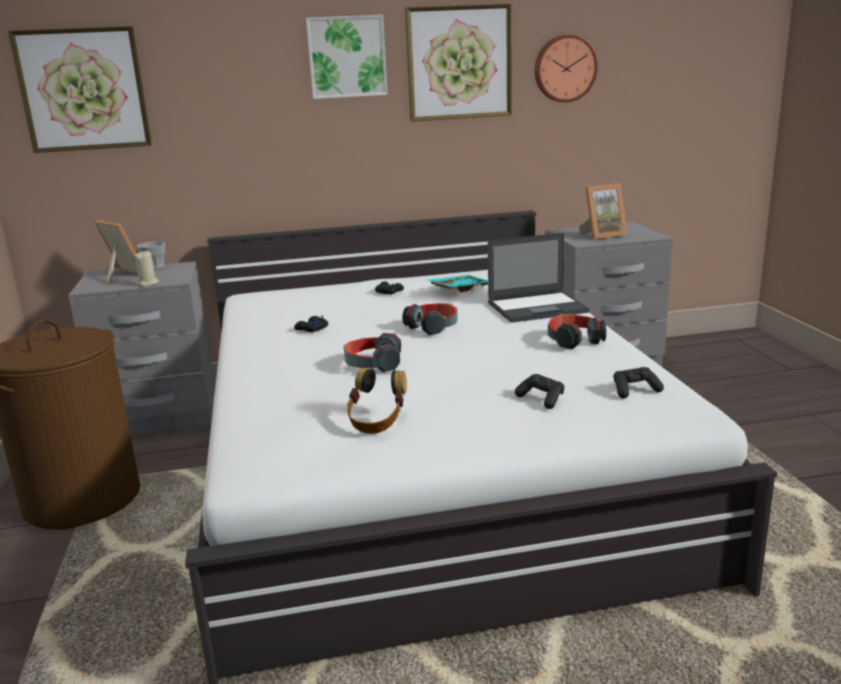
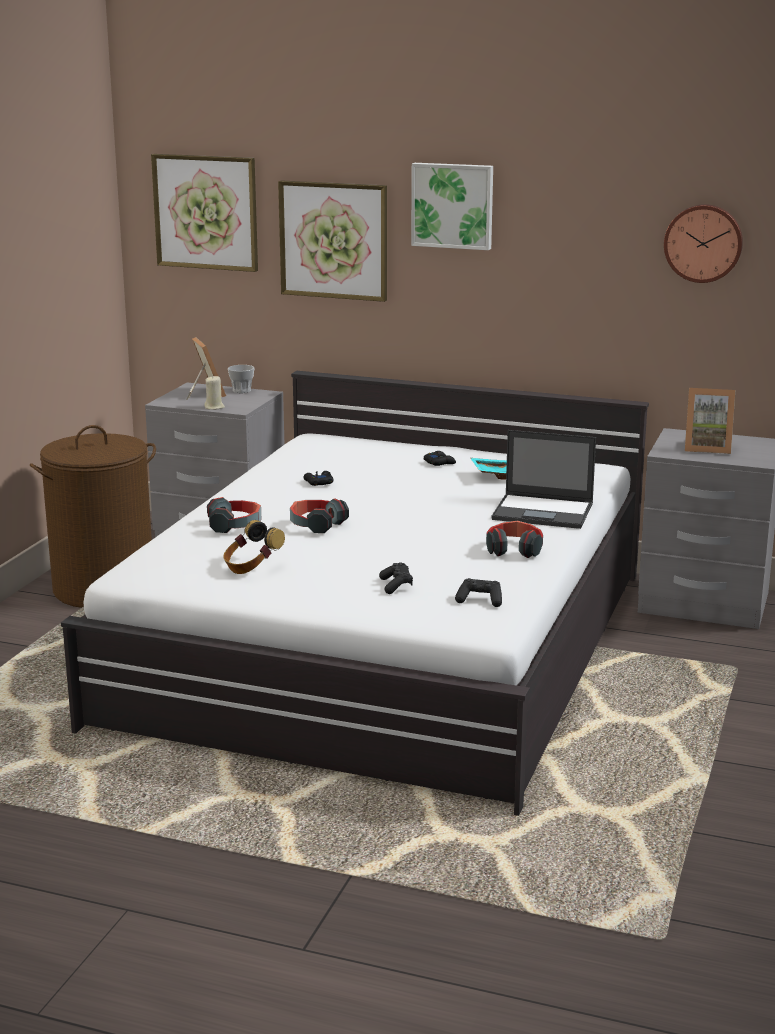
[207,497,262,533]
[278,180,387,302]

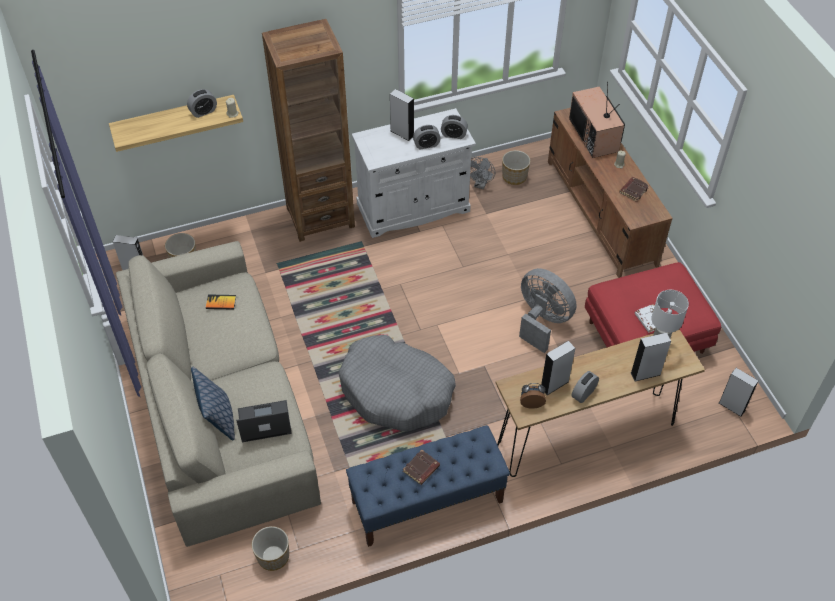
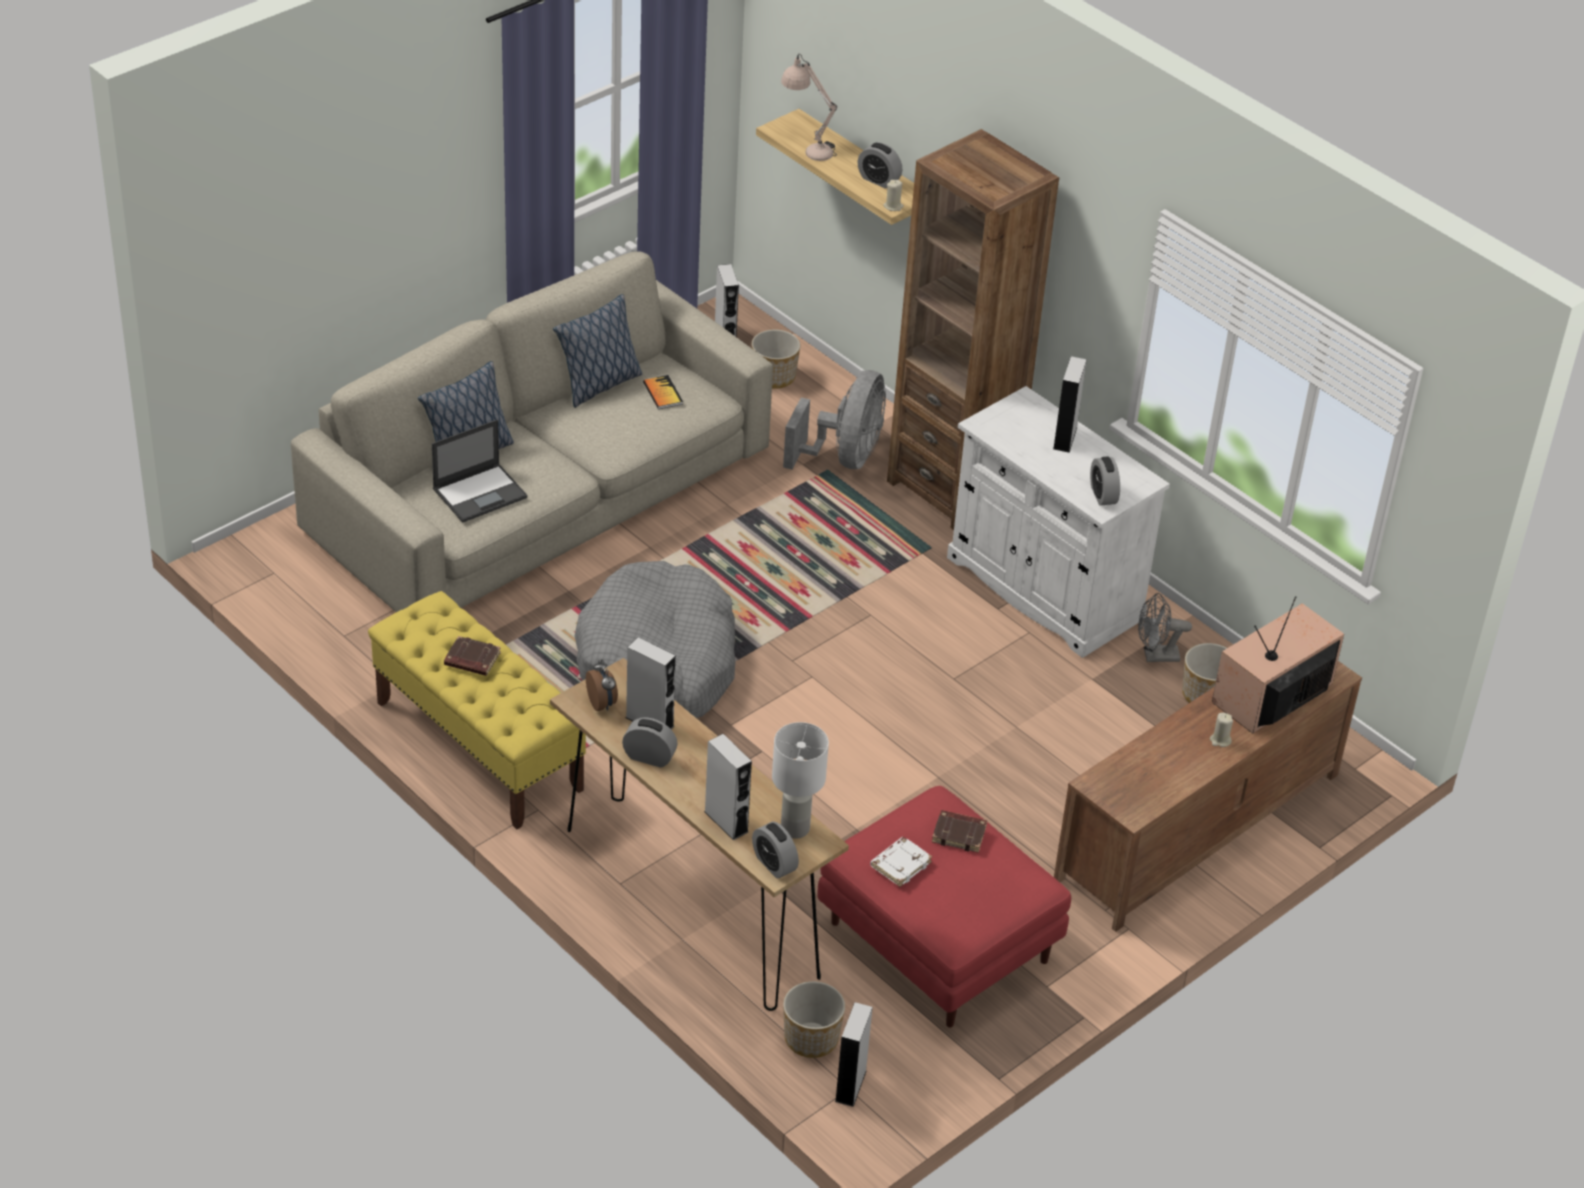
[553,294,642,408]
[781,54,837,161]
[783,981,845,1058]
[752,822,799,879]
[783,370,886,470]
[932,810,987,853]
[368,591,586,829]
[432,419,528,523]

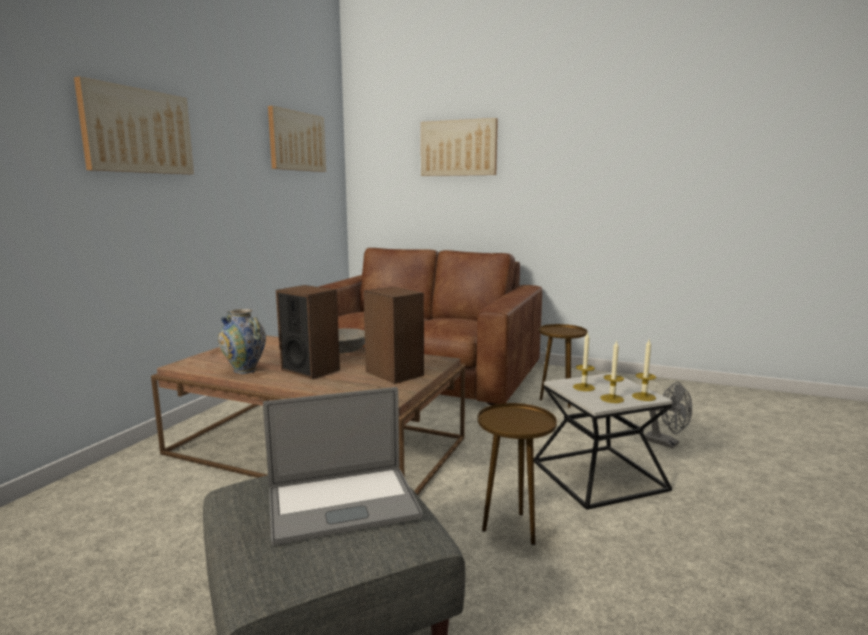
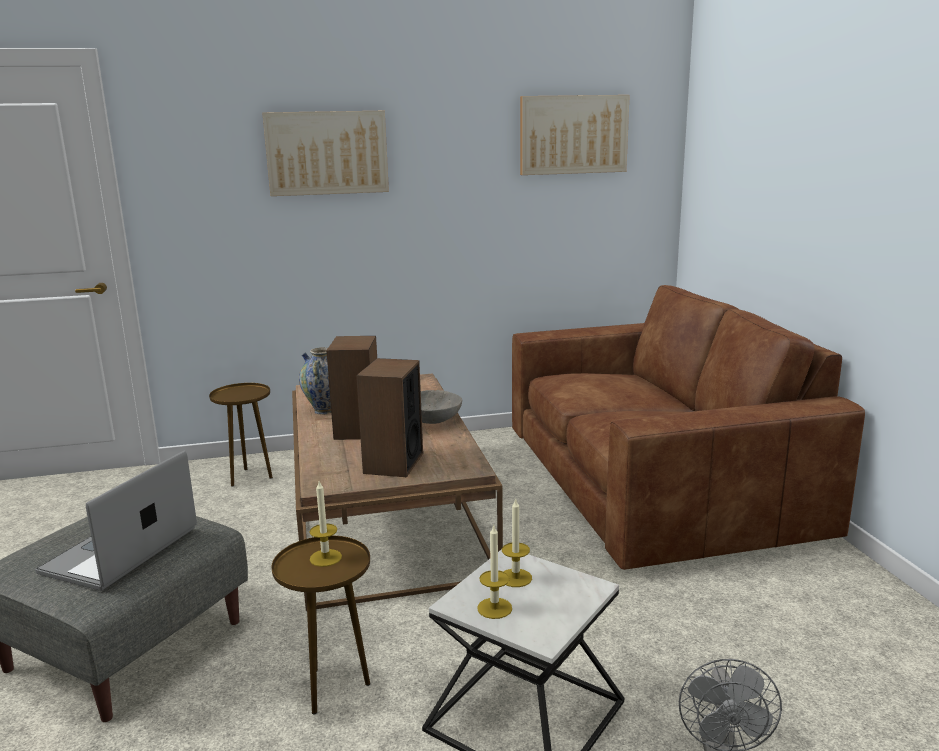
[421,118,498,176] (first image)
[209,383,273,487]
[310,481,342,567]
[35,451,197,591]

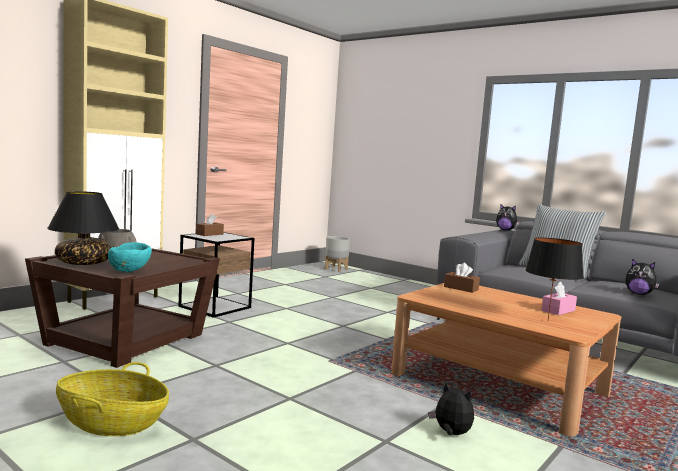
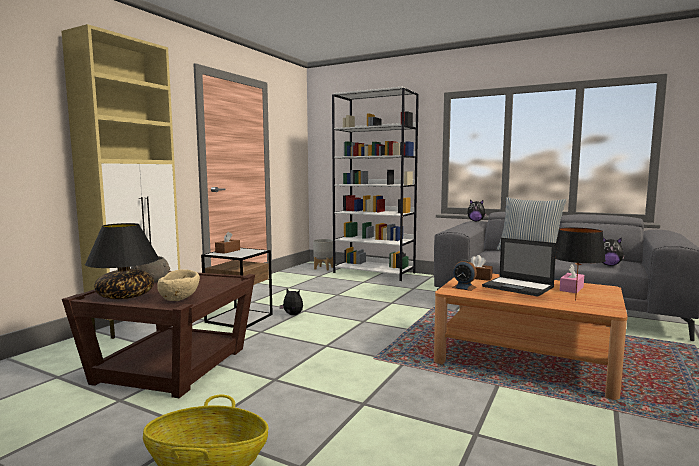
[332,87,419,281]
[452,260,477,291]
[482,238,556,297]
[279,289,303,315]
[157,269,200,301]

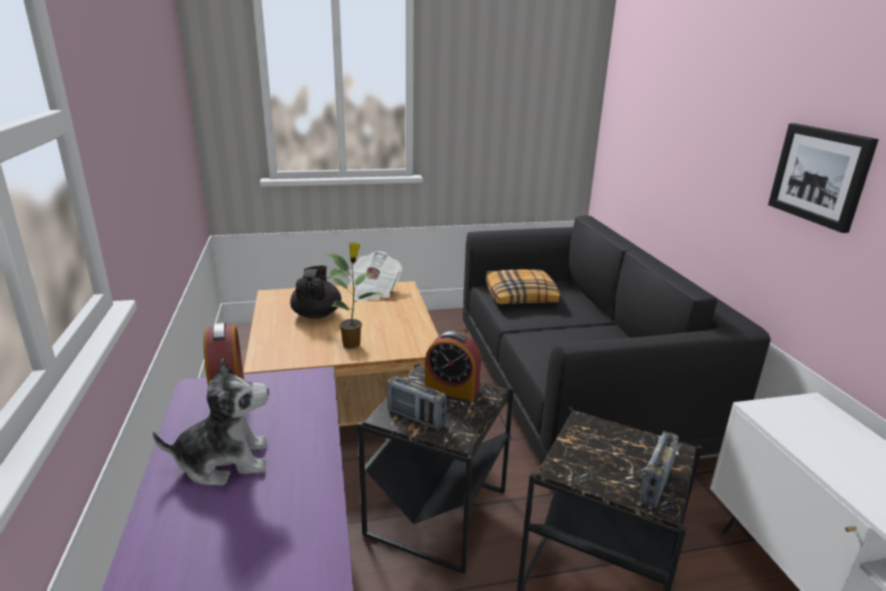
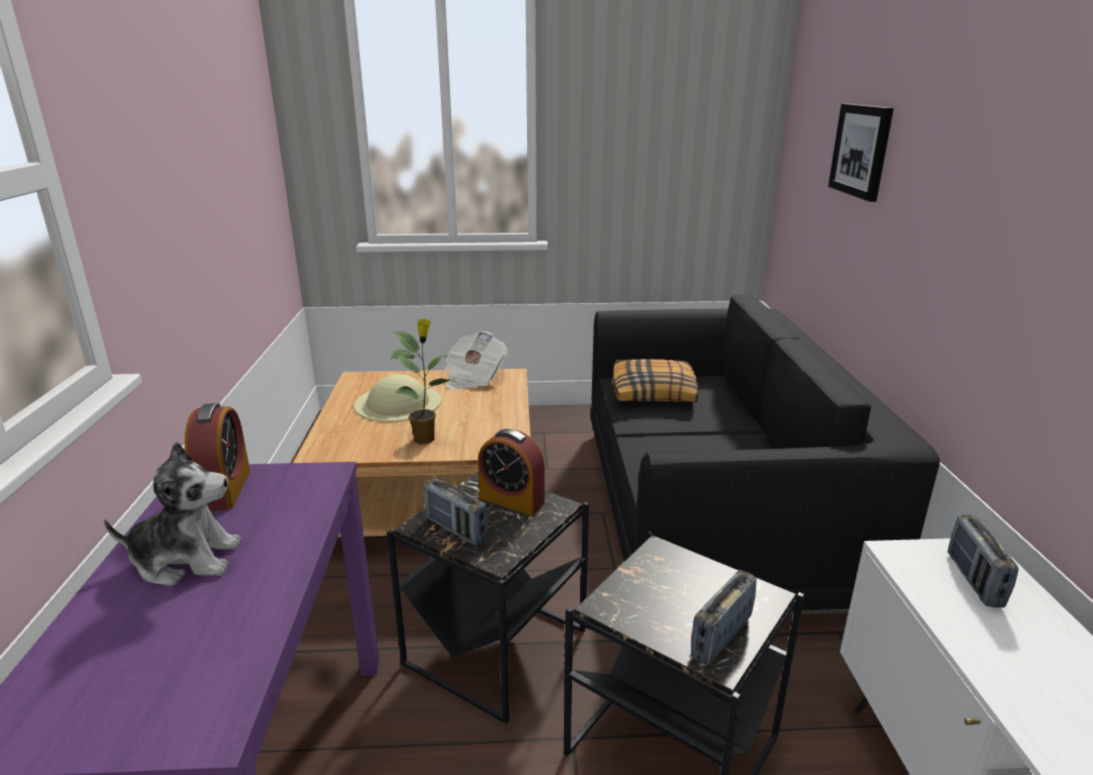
[948,515,1019,608]
[828,104,894,202]
[354,374,442,422]

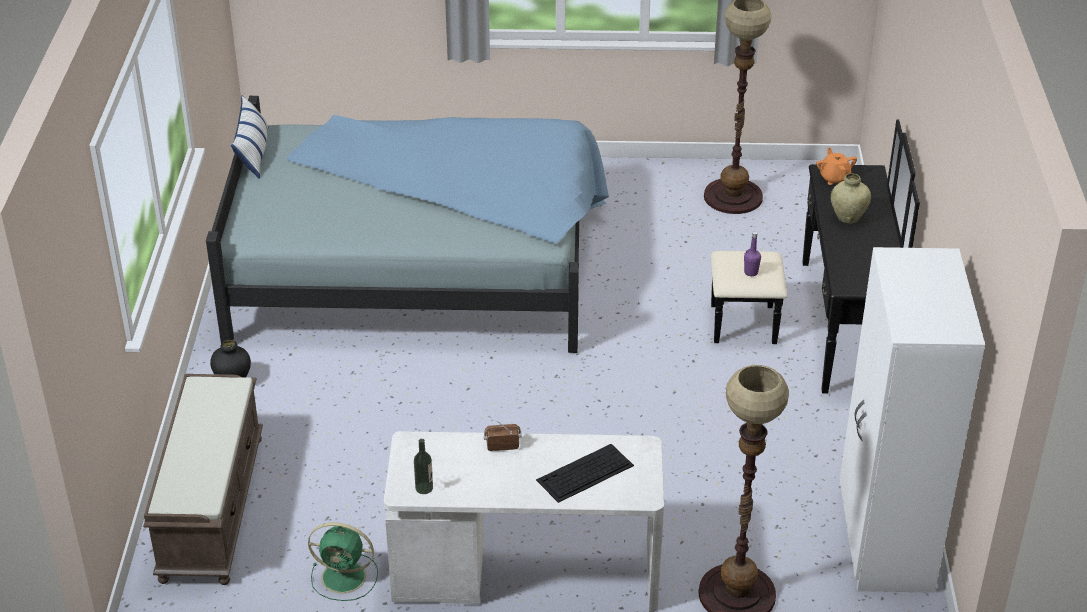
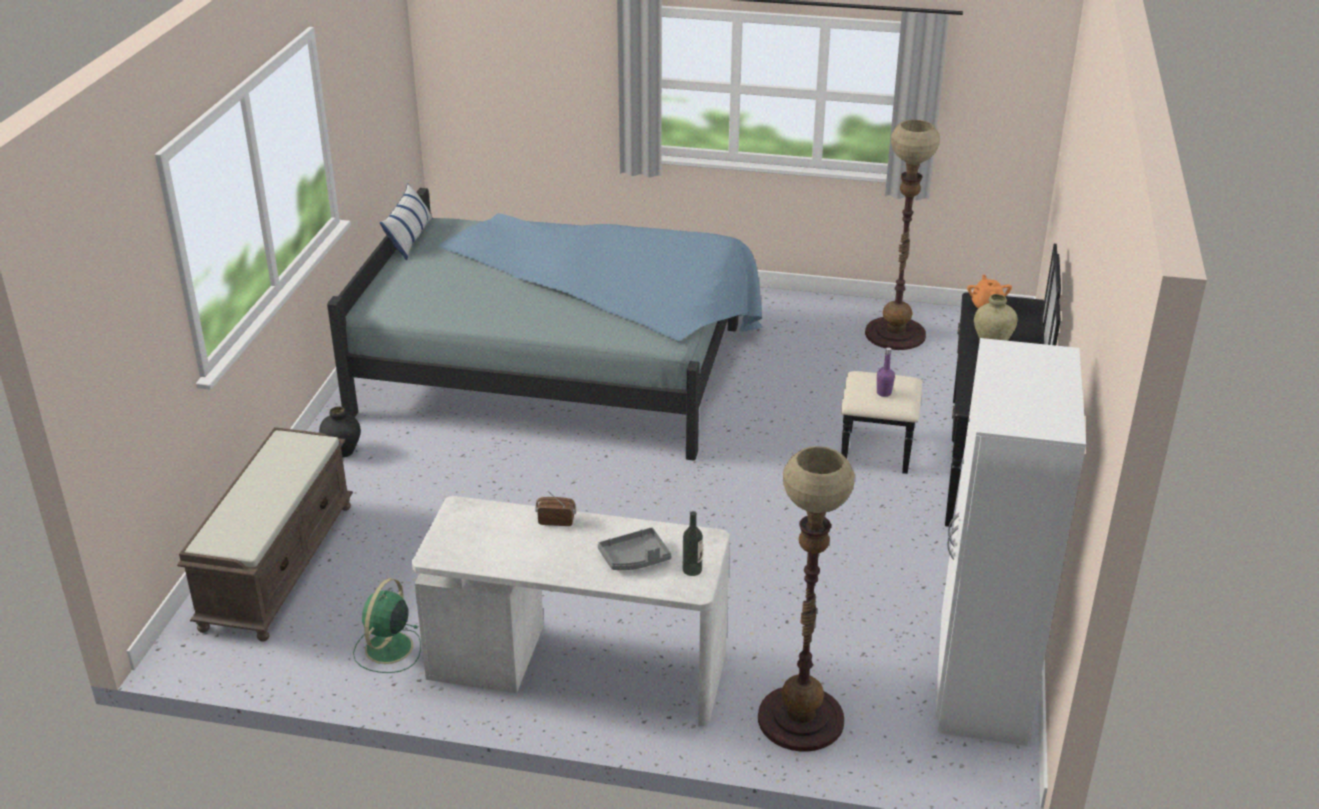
[683,511,703,576]
[598,527,672,570]
[353,578,421,673]

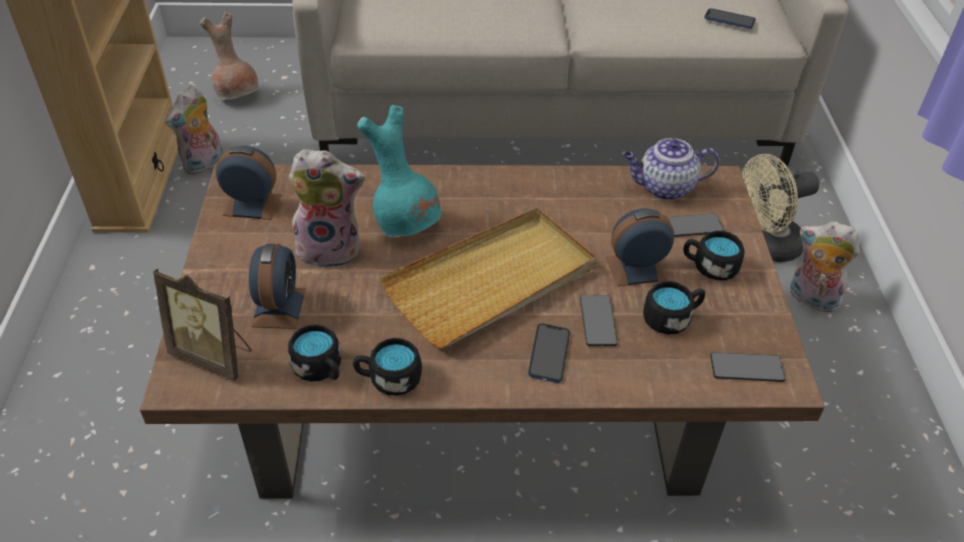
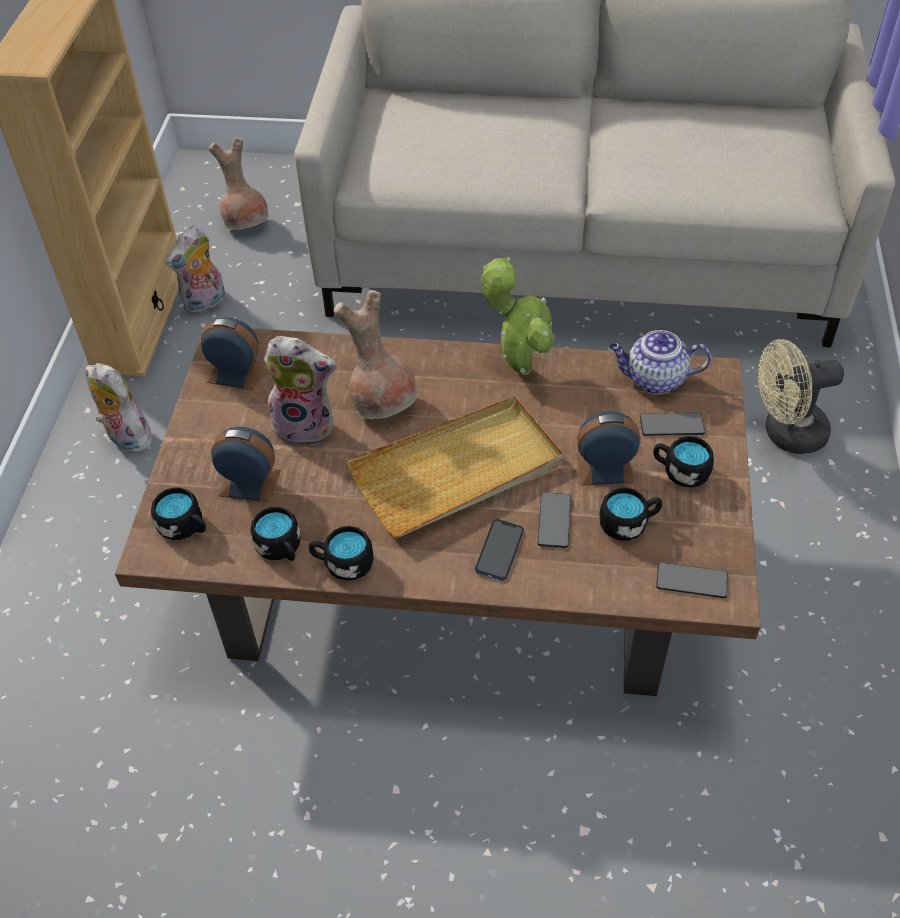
[704,8,756,29] (first image)
[481,257,554,375]
[85,363,155,453]
[151,487,206,540]
[334,290,417,419]
[211,427,281,502]

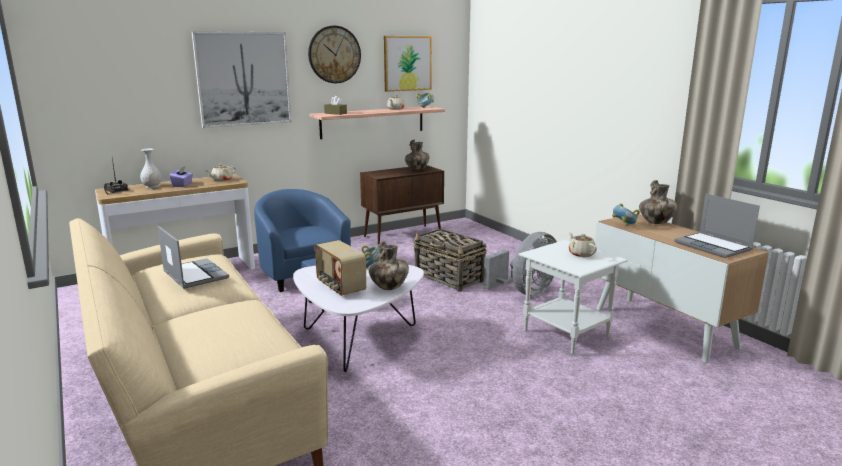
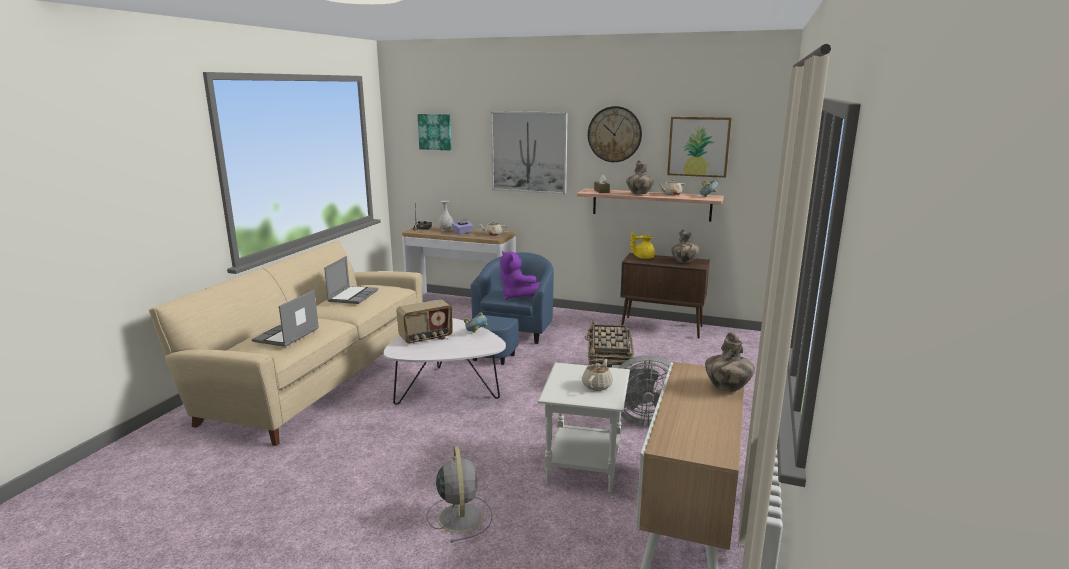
[612,203,640,226] (first image)
[417,114,452,150]
[427,446,493,543]
[500,251,540,300]
[631,232,655,259]
[626,160,654,194]
[252,290,319,347]
[396,299,453,344]

